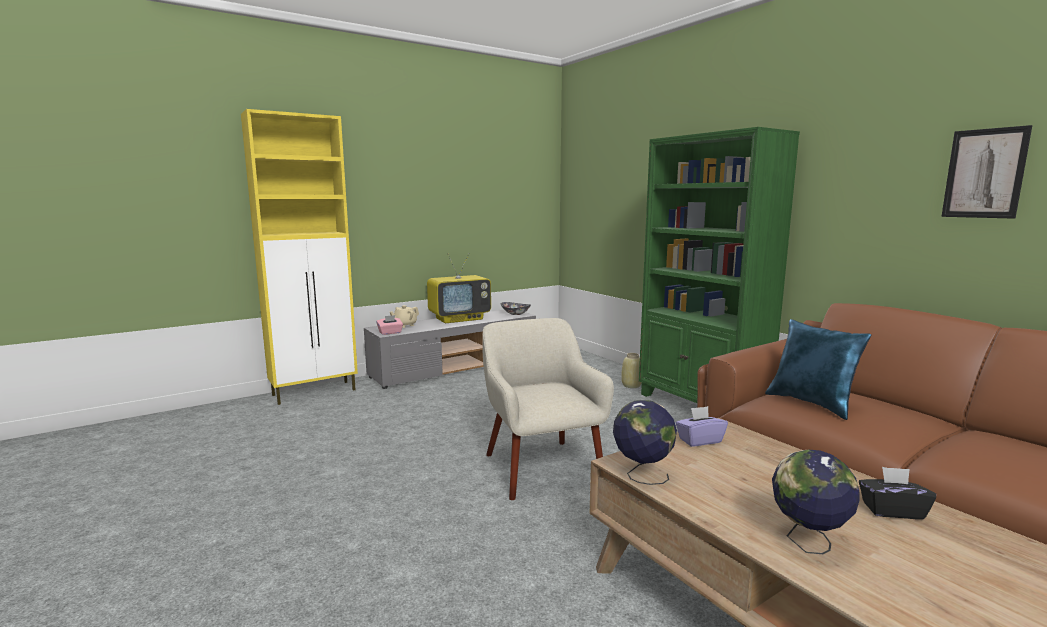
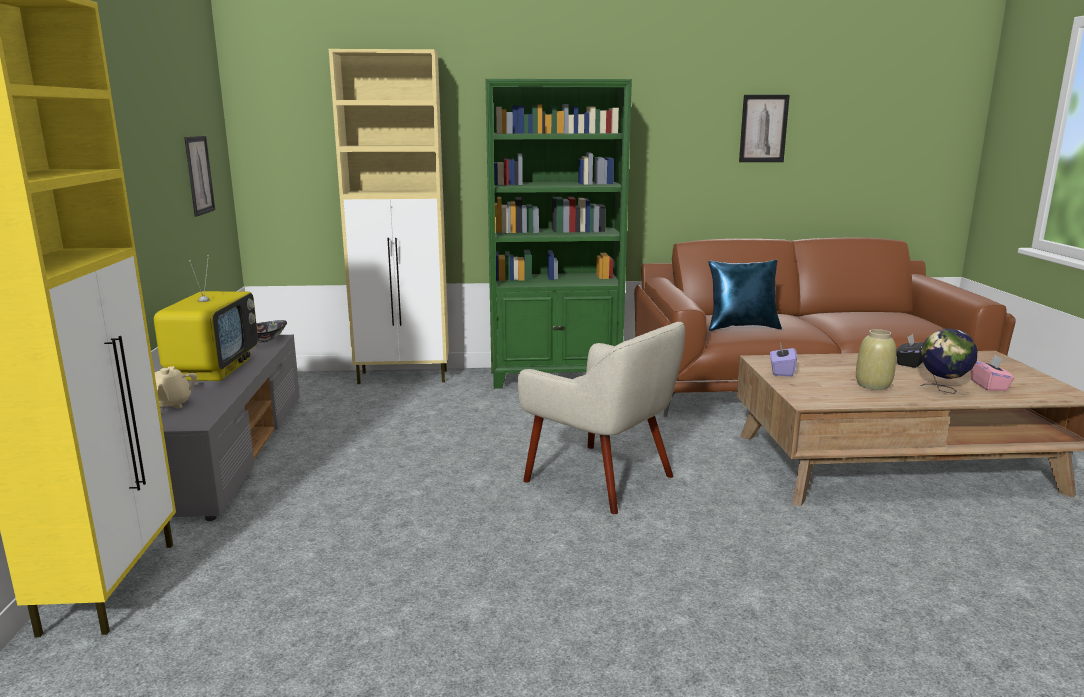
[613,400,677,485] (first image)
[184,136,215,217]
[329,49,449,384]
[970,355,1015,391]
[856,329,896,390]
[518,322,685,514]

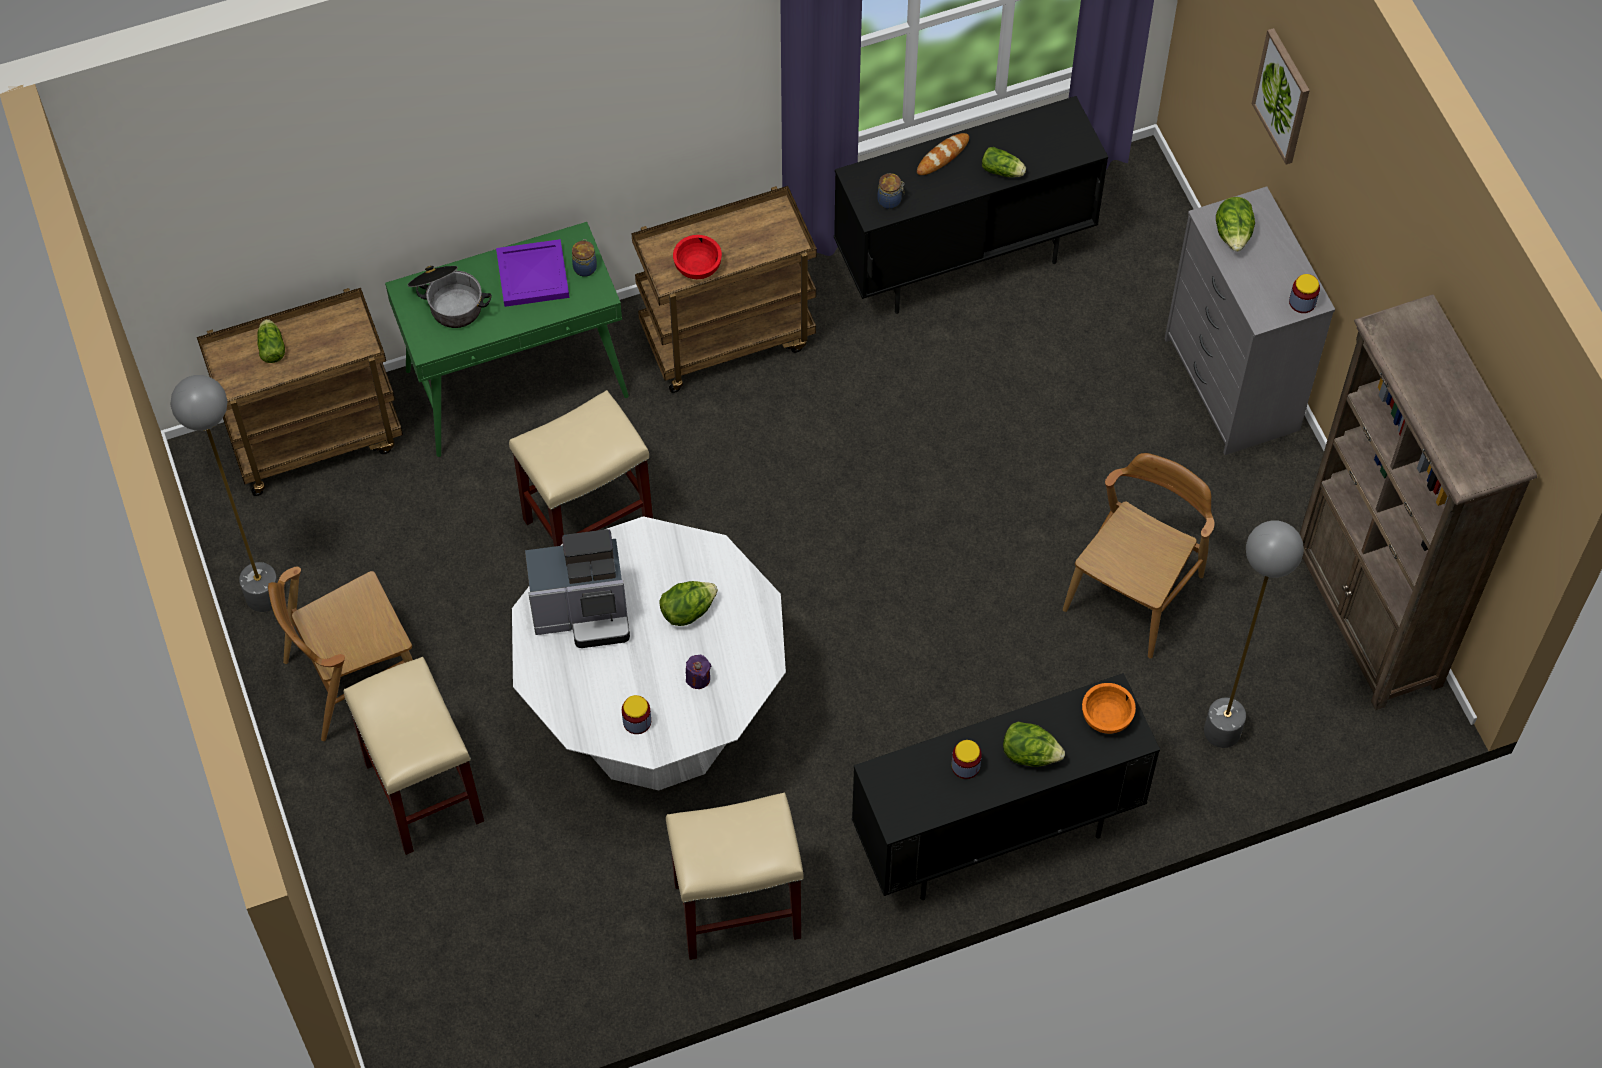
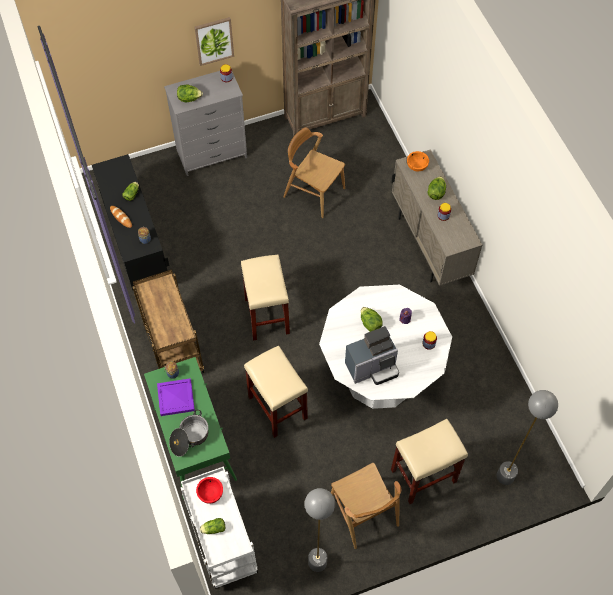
[241,255,290,341]
[196,477,223,504]
[497,390,558,485]
[195,17,234,66]
[181,466,258,589]
[391,149,483,286]
[345,326,399,385]

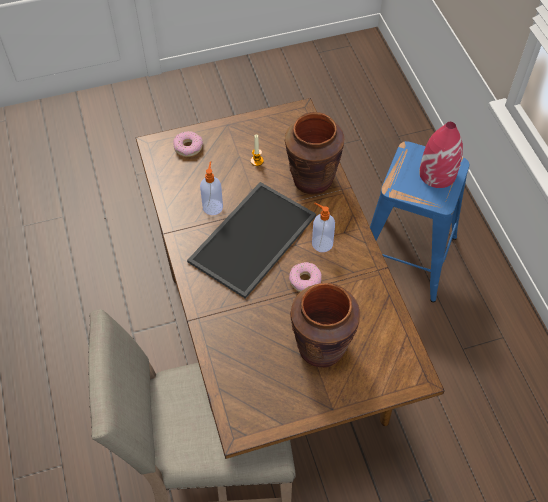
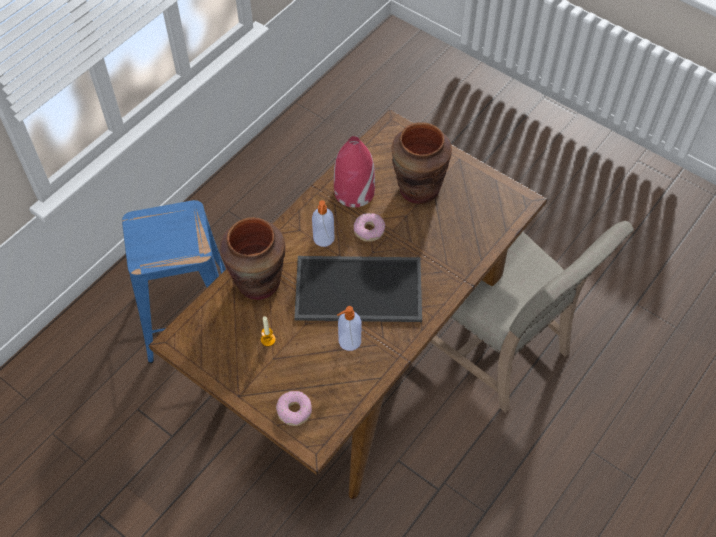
[334,136,375,207]

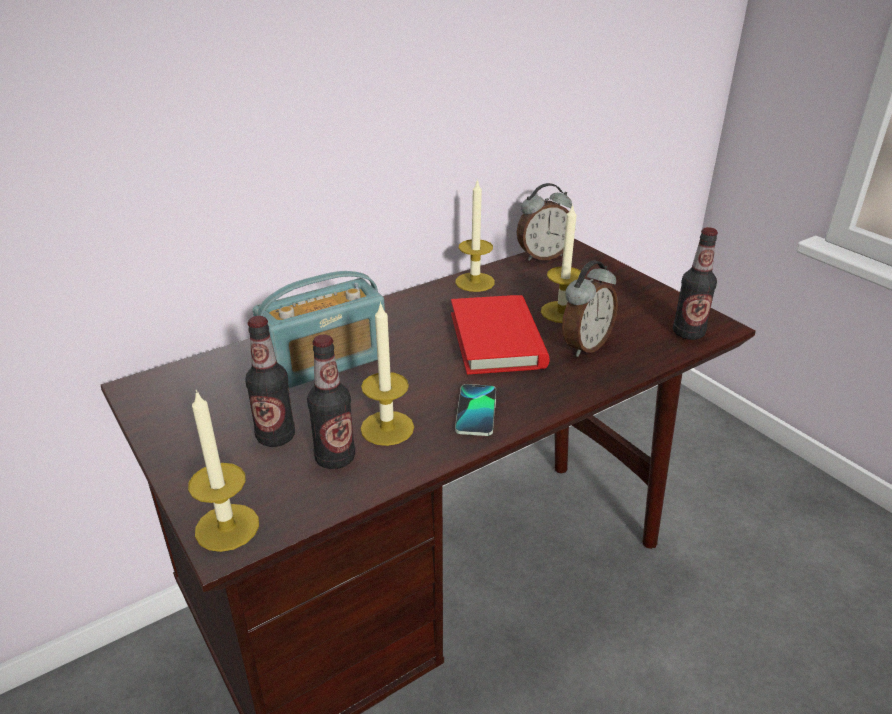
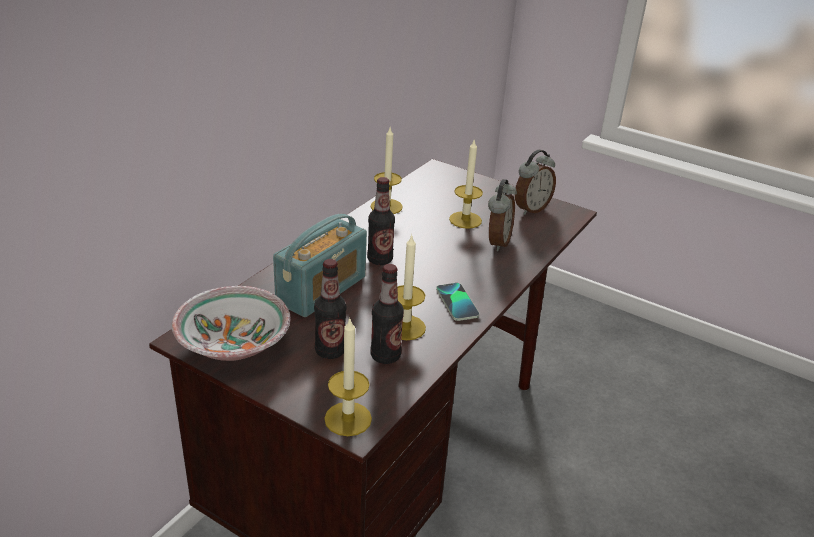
[451,295,550,375] (first image)
[171,286,291,361]
[515,150,556,215]
[367,177,395,265]

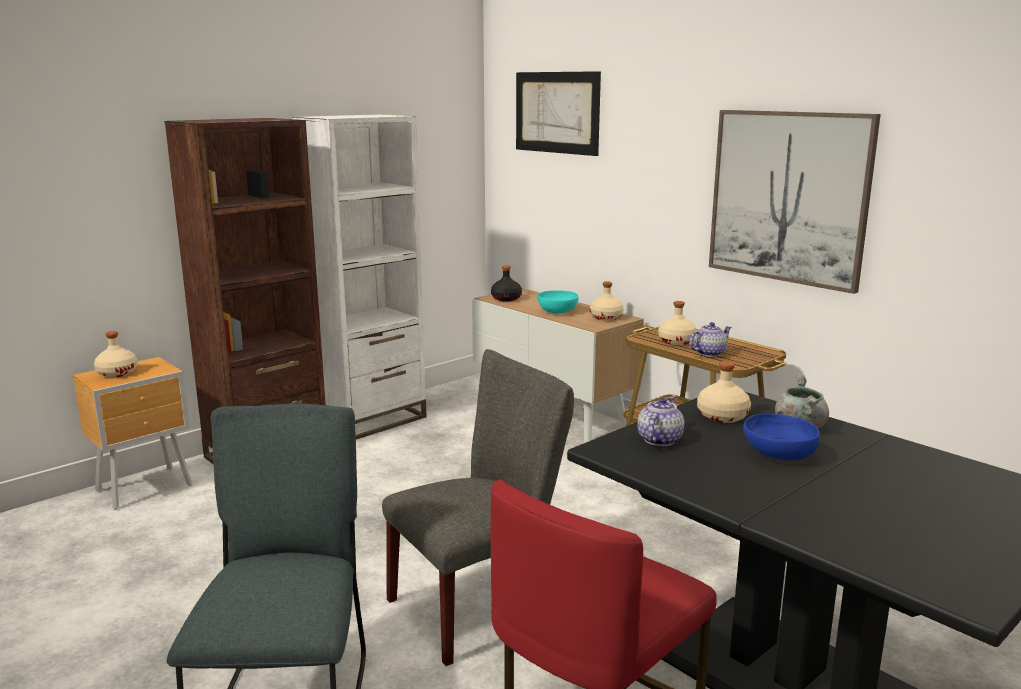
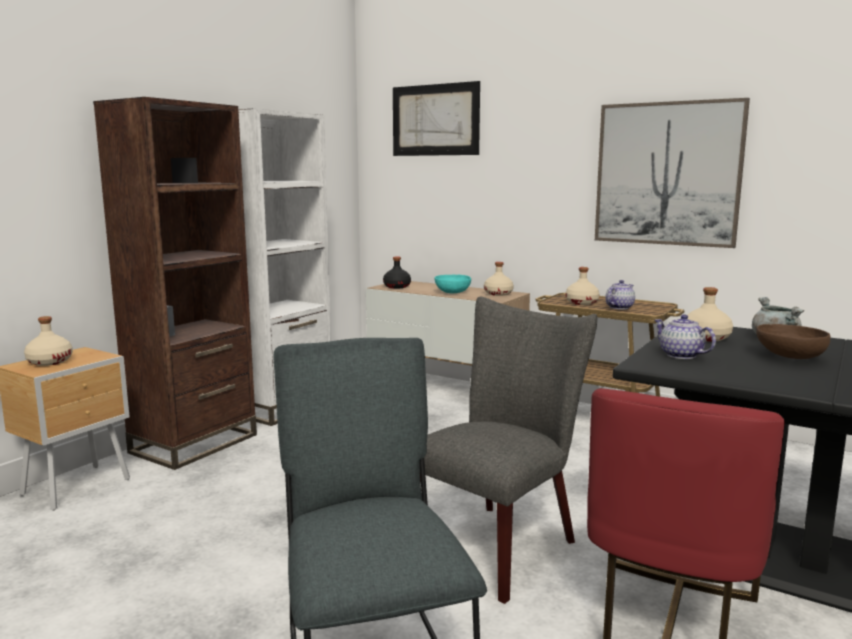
[756,324,830,359]
[654,314,716,359]

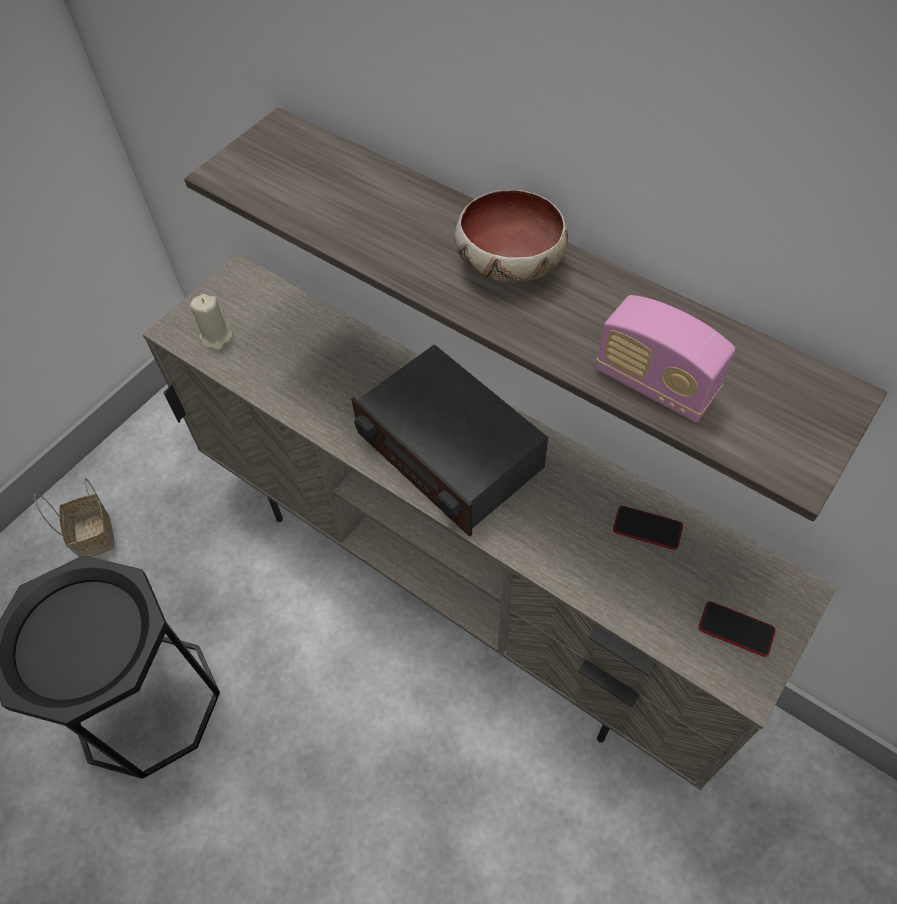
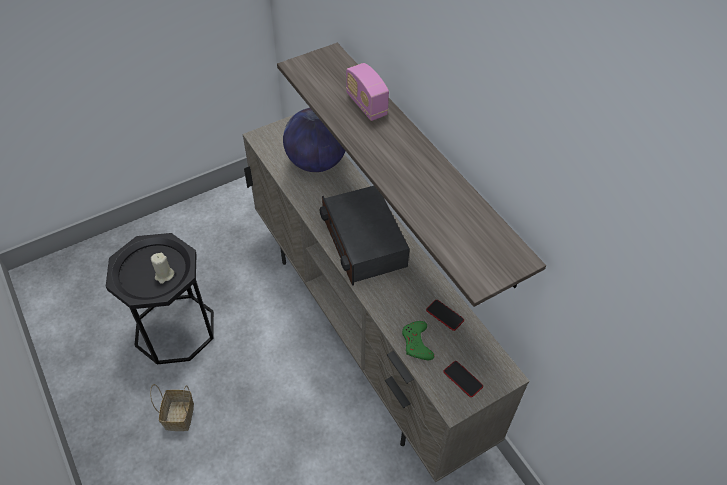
[455,190,568,283] (first image)
[283,108,345,172]
[402,321,434,360]
[150,384,194,431]
[151,253,174,284]
[346,63,389,121]

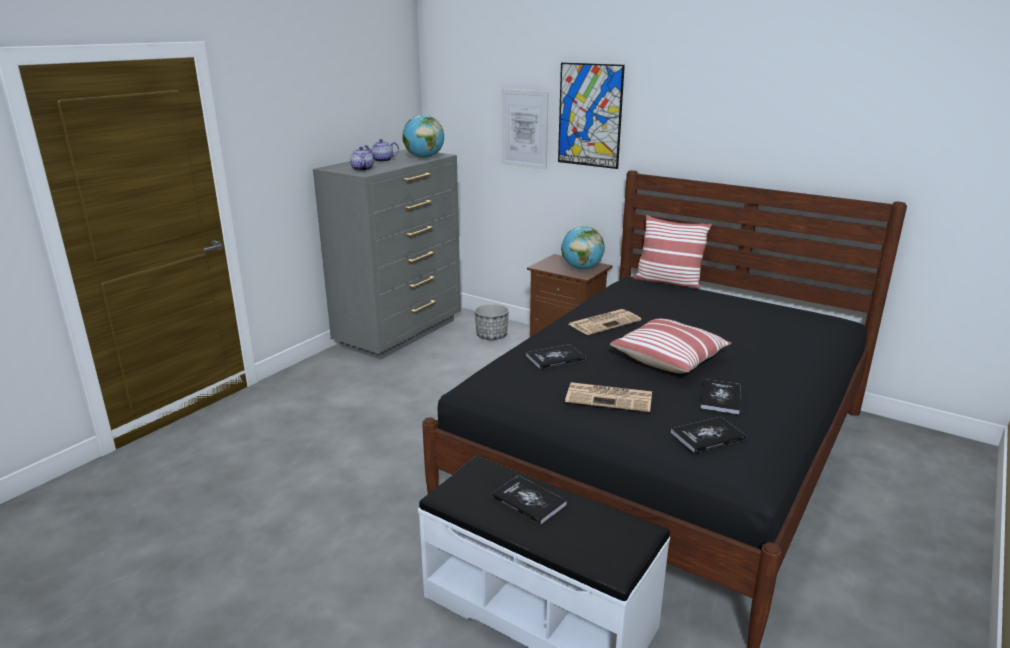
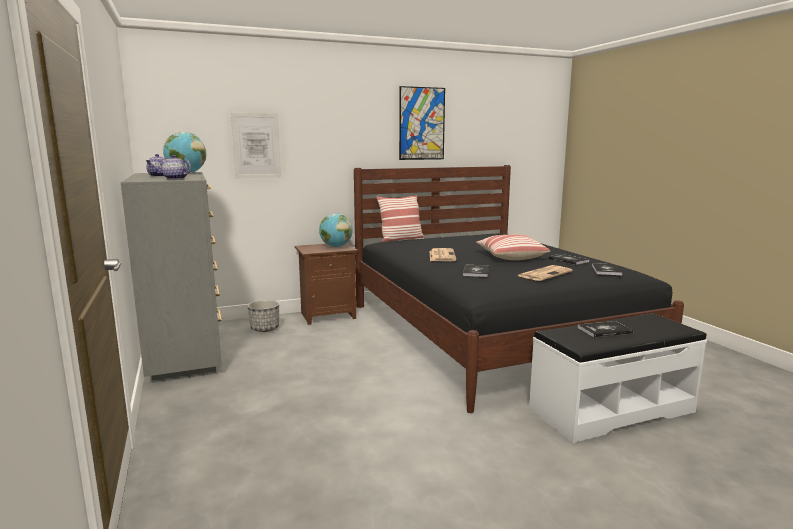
[399,86,445,160]

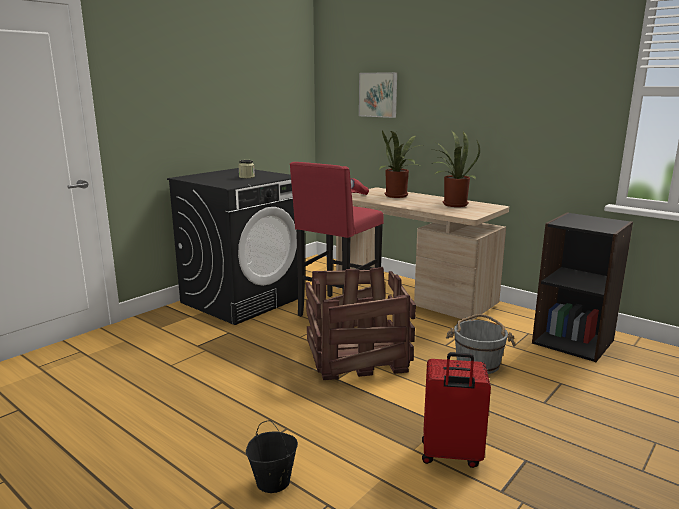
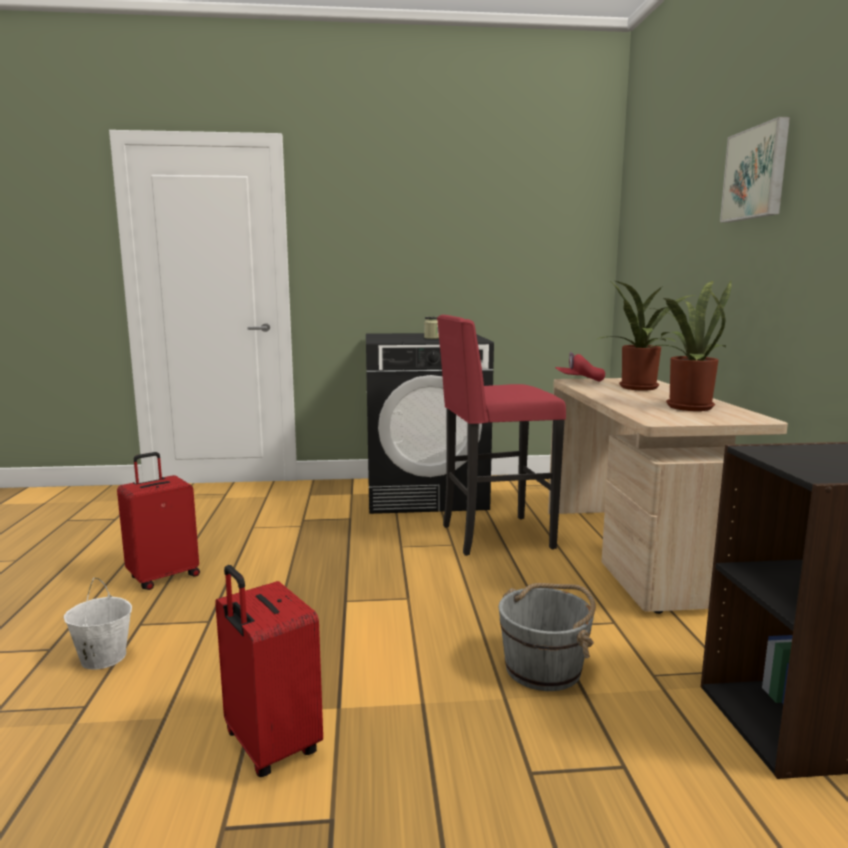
[306,267,416,380] (first image)
[117,452,200,590]
[720,117,790,223]
[64,578,132,670]

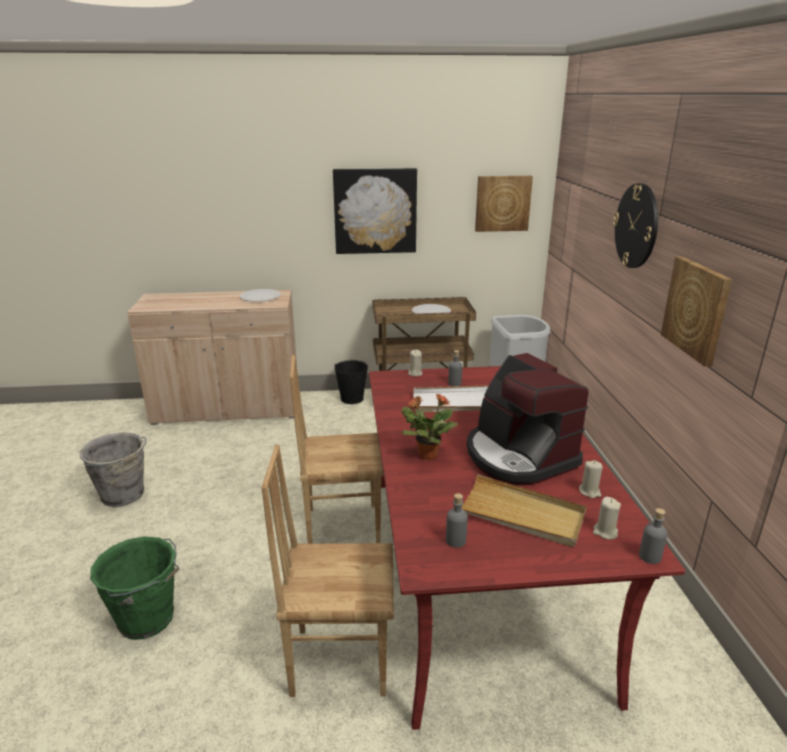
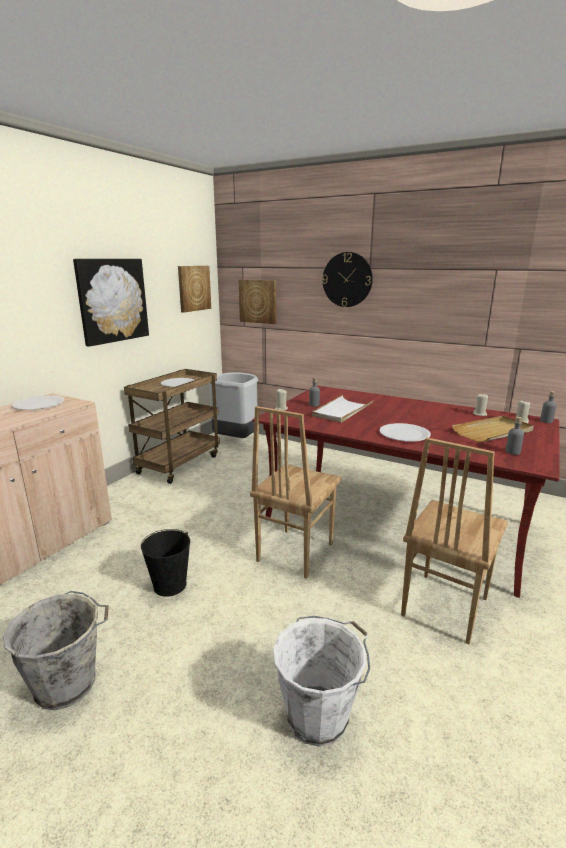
[467,353,589,486] (first image)
[141,529,190,597]
[238,279,277,324]
[379,423,431,442]
[273,616,370,747]

